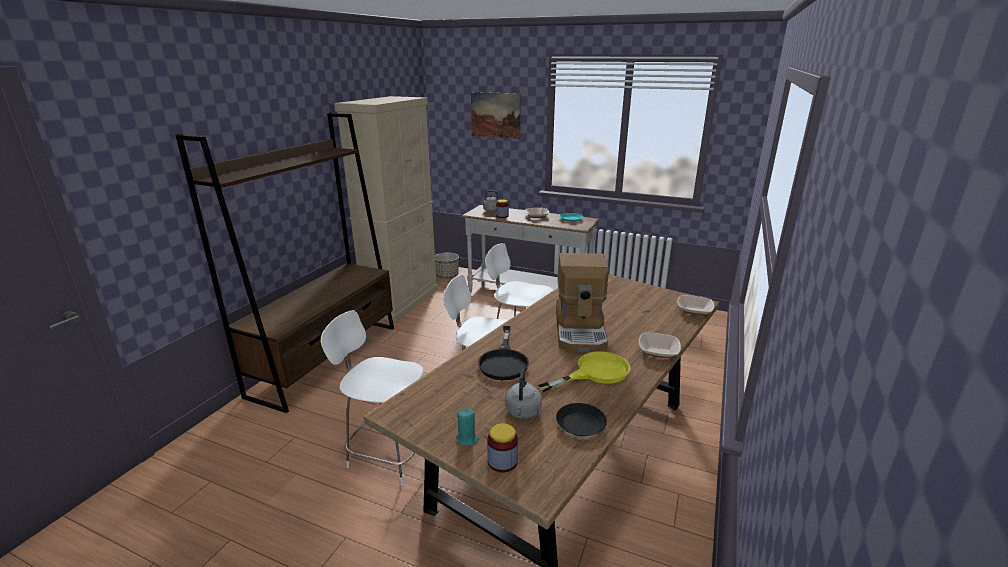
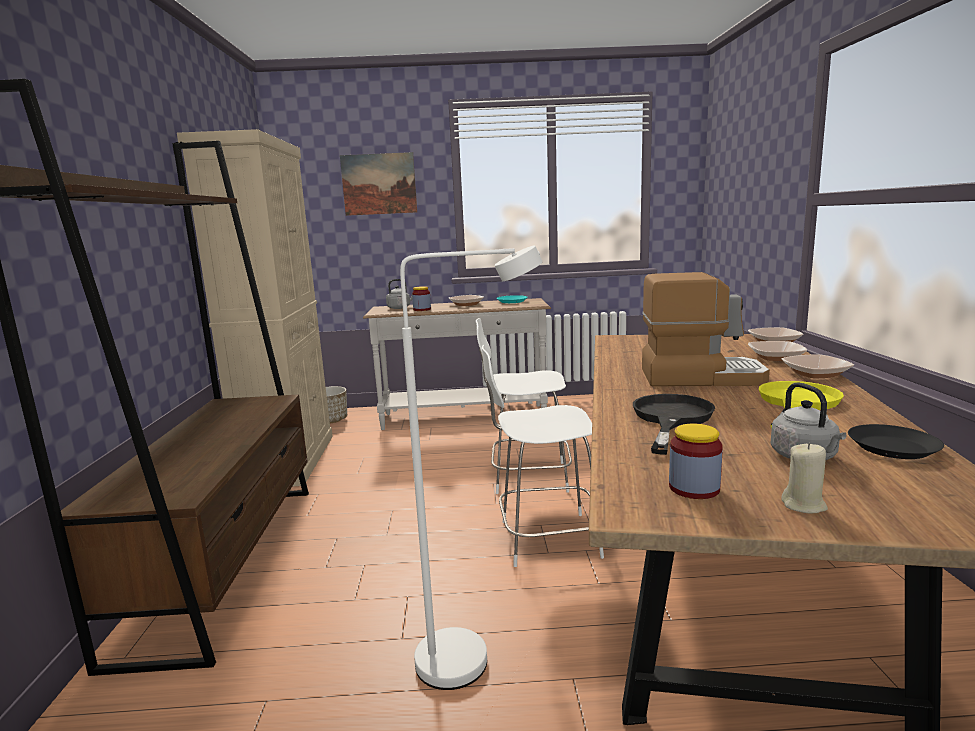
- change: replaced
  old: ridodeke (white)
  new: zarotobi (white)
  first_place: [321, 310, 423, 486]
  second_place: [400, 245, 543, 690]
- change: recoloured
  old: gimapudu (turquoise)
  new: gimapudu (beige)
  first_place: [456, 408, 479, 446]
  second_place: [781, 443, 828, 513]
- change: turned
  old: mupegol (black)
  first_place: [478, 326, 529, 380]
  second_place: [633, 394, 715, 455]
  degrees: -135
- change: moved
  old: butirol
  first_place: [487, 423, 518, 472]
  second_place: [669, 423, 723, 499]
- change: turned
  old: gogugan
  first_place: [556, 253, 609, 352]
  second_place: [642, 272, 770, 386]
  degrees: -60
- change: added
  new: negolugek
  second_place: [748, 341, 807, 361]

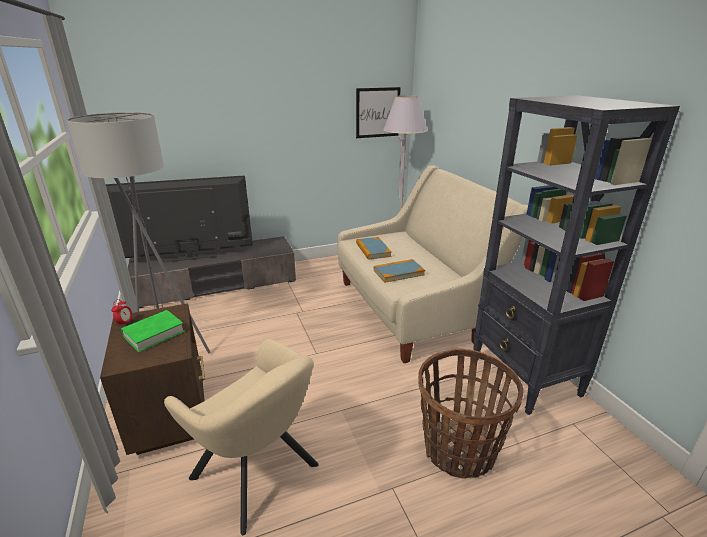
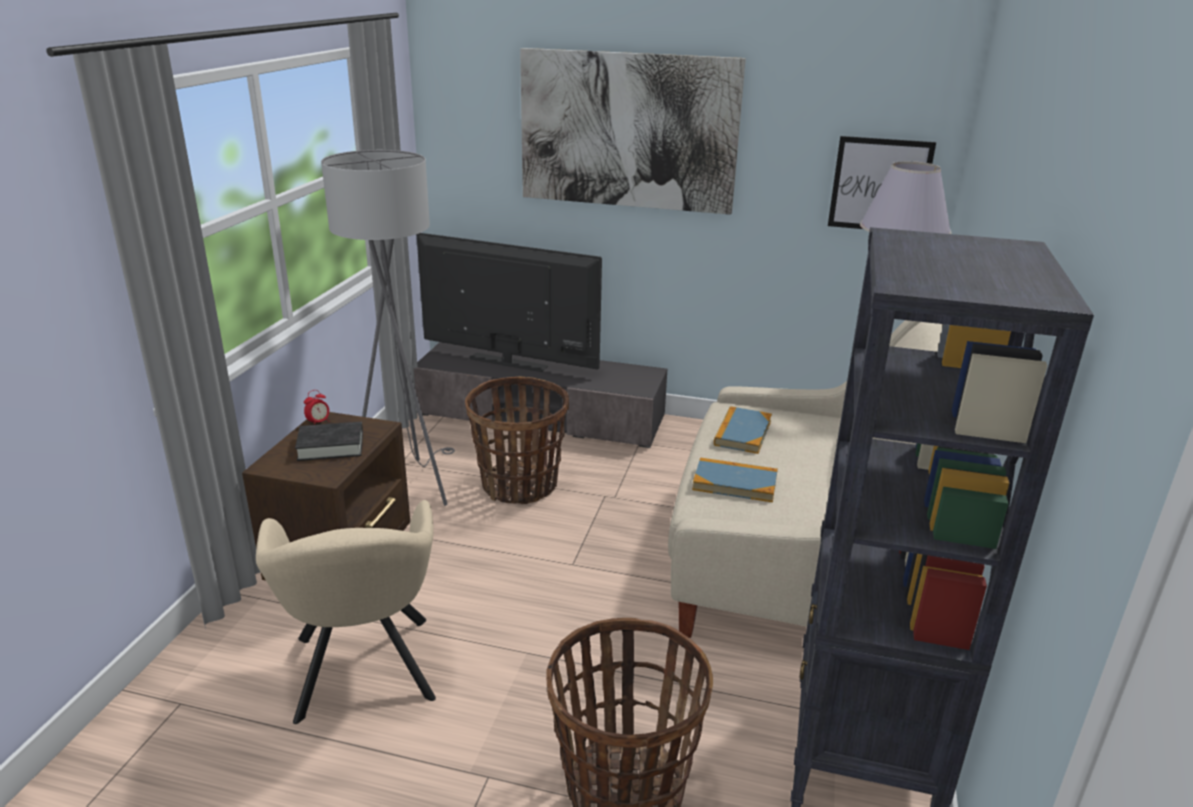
- change: recoloured
  old: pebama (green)
  new: pebama (black)
  first_place: [121, 310, 185, 352]
  second_place: [295, 422, 363, 461]
- change: added
  new: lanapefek
  second_place: [465, 376, 569, 504]
- change: added
  new: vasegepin
  second_place: [520, 48, 746, 215]

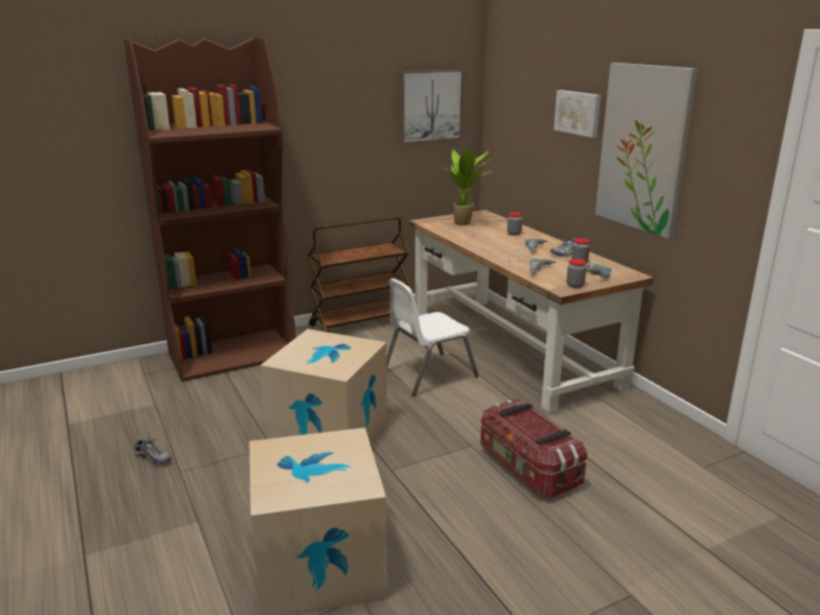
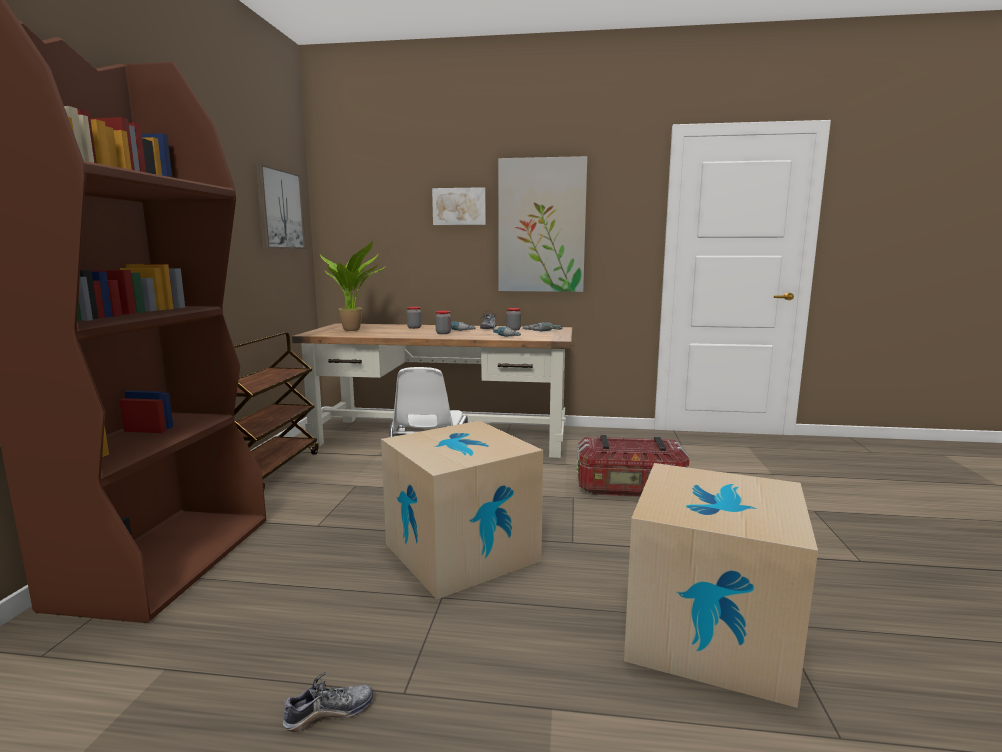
- change: moved
  old: butirol
  first_place: [567, 259, 586, 288]
  second_place: [435, 311, 451, 334]

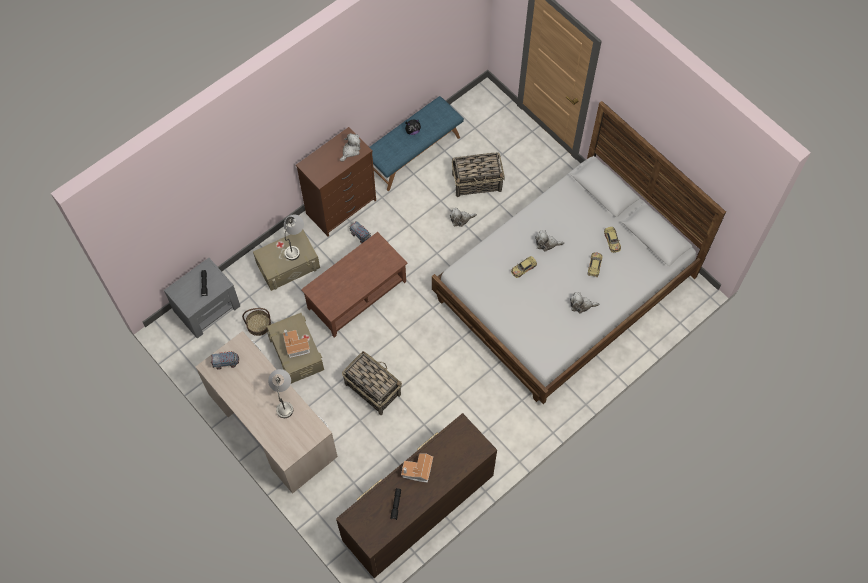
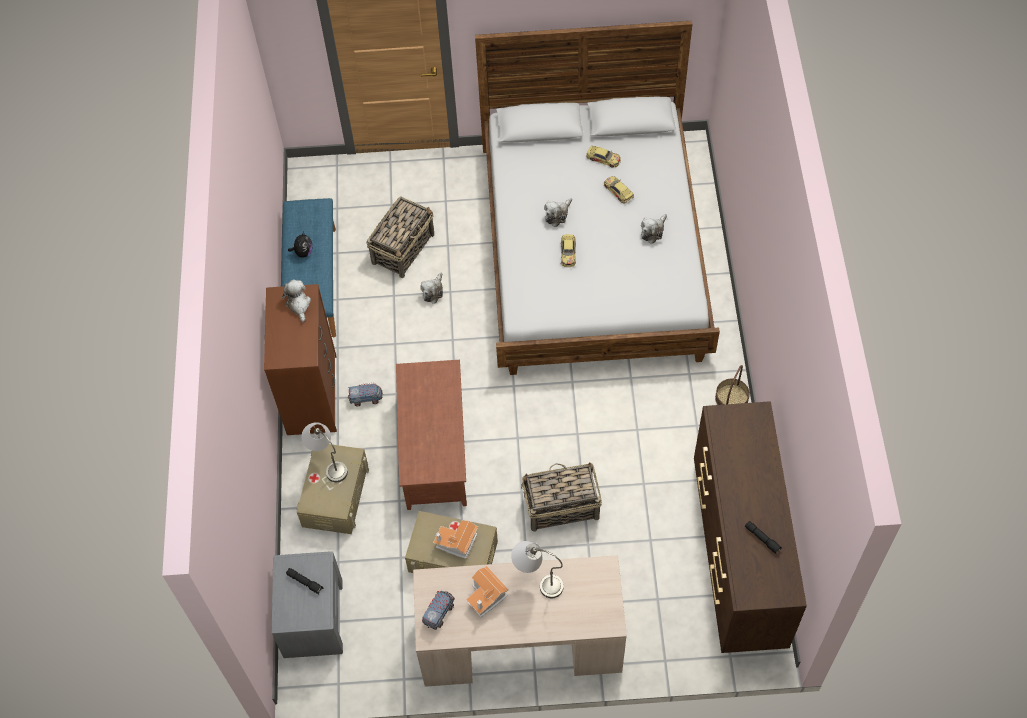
- change: moved
  old: lanapefek
  first_place: [242, 308, 271, 336]
  second_place: [715, 365, 750, 405]
- change: moved
  old: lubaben
  first_place: [401, 453, 433, 483]
  second_place: [466, 566, 509, 618]

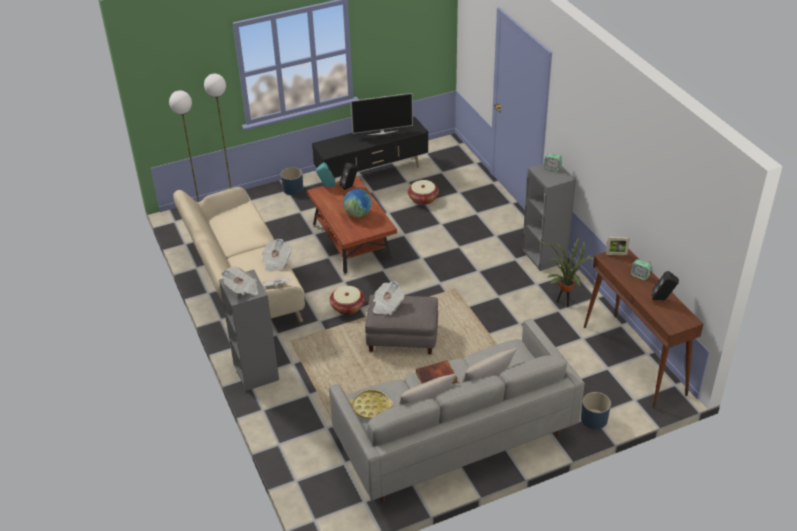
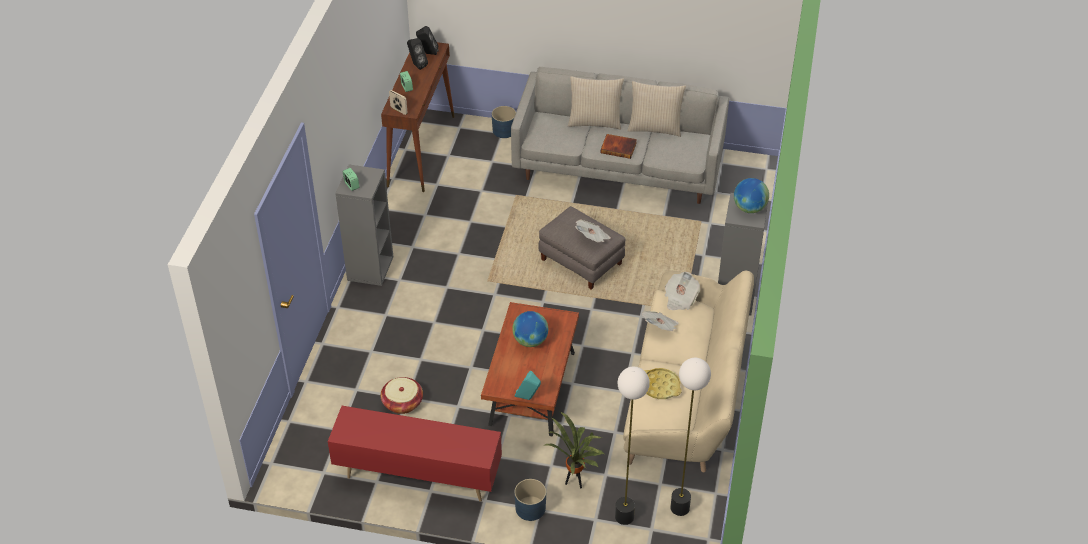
- change: replaced
  old: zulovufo
  new: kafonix
  first_place: [221, 267, 258, 295]
  second_place: [734, 178, 769, 213]
- change: recoloured
  old: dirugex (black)
  new: dirugex (red)
  first_place: [312, 117, 428, 178]
  second_place: [328, 406, 502, 502]
- change: removed
  old: lanapefek
  first_place: [330, 286, 365, 315]
- change: moved
  old: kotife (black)
  first_place: [340, 163, 358, 190]
  second_place: [416, 26, 439, 55]
- change: moved
  old: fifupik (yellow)
  first_place: [349, 390, 393, 419]
  second_place: [644, 368, 682, 399]
- change: removed
  old: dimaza
  first_place: [351, 93, 413, 135]
- change: moved
  old: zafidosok
  first_place: [538, 236, 594, 307]
  second_place: [543, 411, 604, 488]

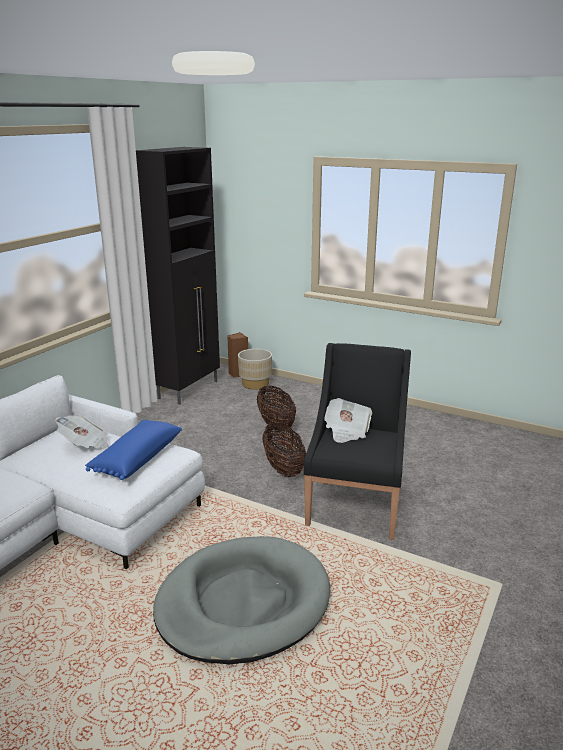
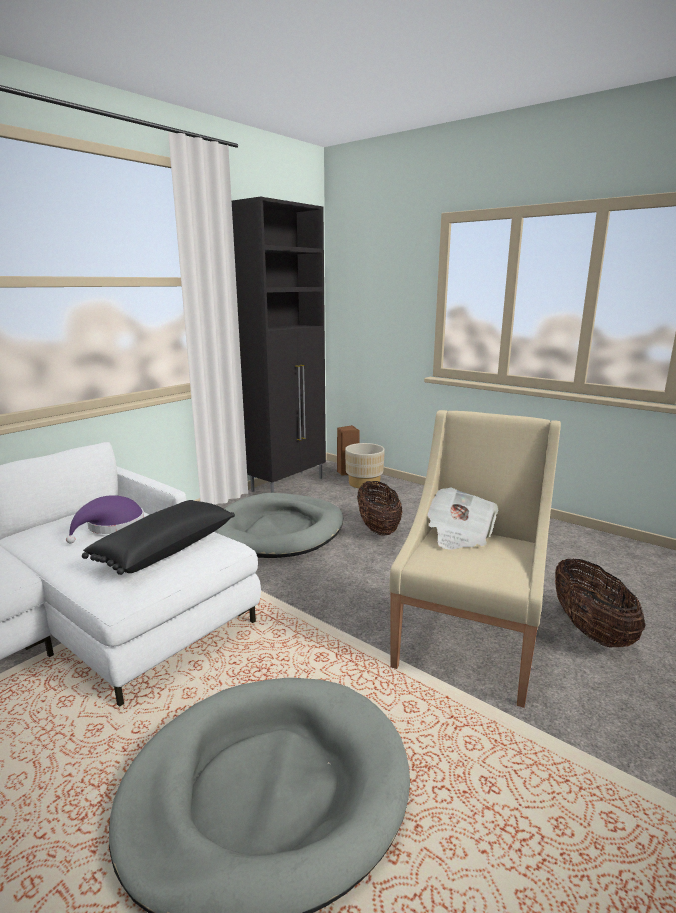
- change: replaced
  old: zulovufo
  new: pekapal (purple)
  first_place: [55, 415, 109, 450]
  second_place: [66, 495, 144, 543]
- change: recoloured
  old: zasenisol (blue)
  new: zasenisol (black)
  first_place: [85, 420, 182, 480]
  second_place: [82, 500, 235, 575]
- change: moved
  old: lanapefek
  first_place: [262, 423, 306, 477]
  second_place: [555, 558, 645, 647]
- change: recoloured
  old: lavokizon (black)
  new: lavokizon (beige)
  first_place: [304, 343, 411, 540]
  second_place: [390, 410, 561, 708]
- change: added
  new: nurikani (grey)
  second_place: [214, 493, 343, 558]

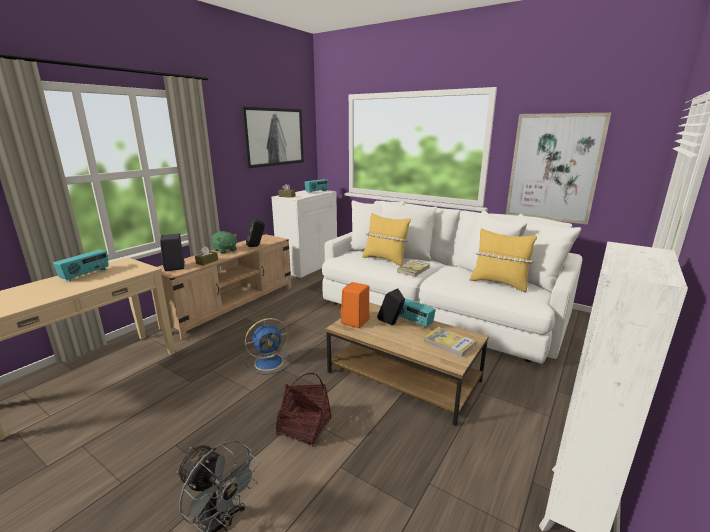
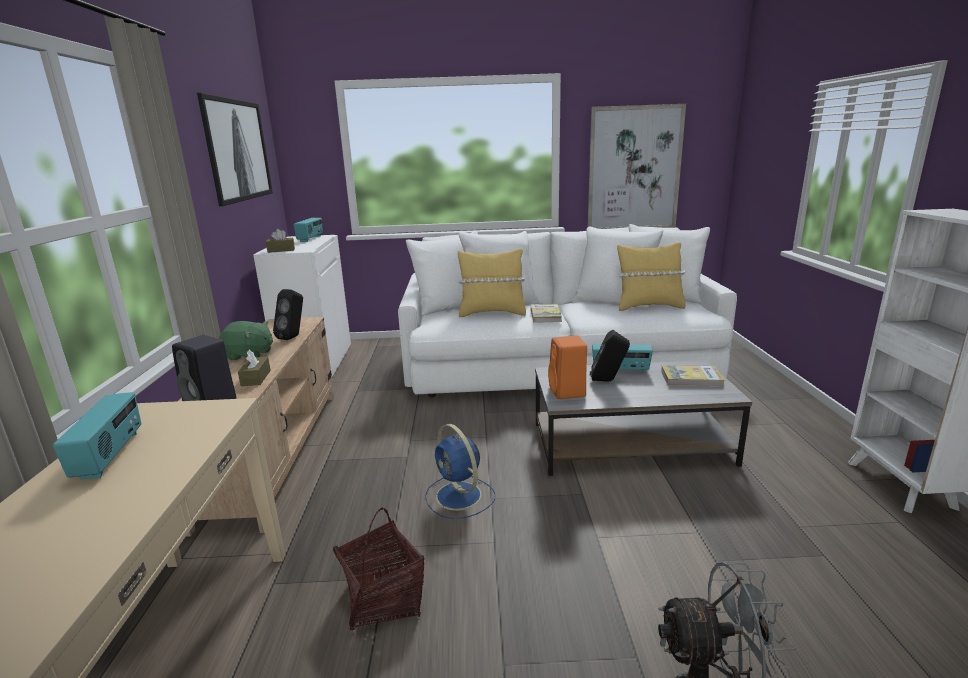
- change: turned
  old: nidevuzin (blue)
  first_place: [245, 318, 291, 375]
  second_place: [425, 424, 496, 519]
  degrees: 120
- change: moved
  old: lanapefek
  first_place: [276, 373, 331, 447]
  second_place: [333, 507, 425, 631]
- change: recoloured
  old: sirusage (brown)
  new: sirusage (grey)
  first_place: [326, 303, 489, 426]
  second_place: [535, 360, 752, 476]

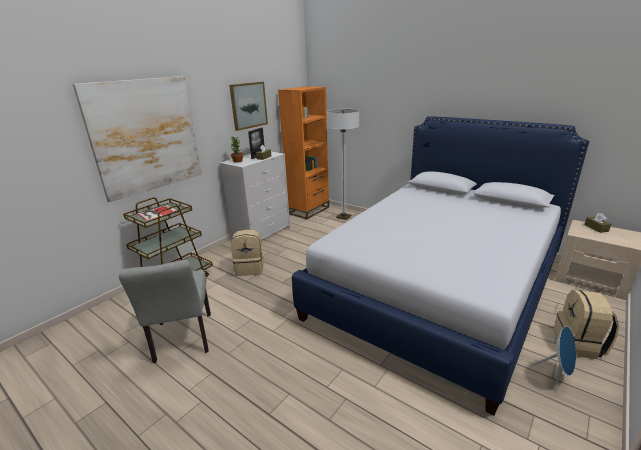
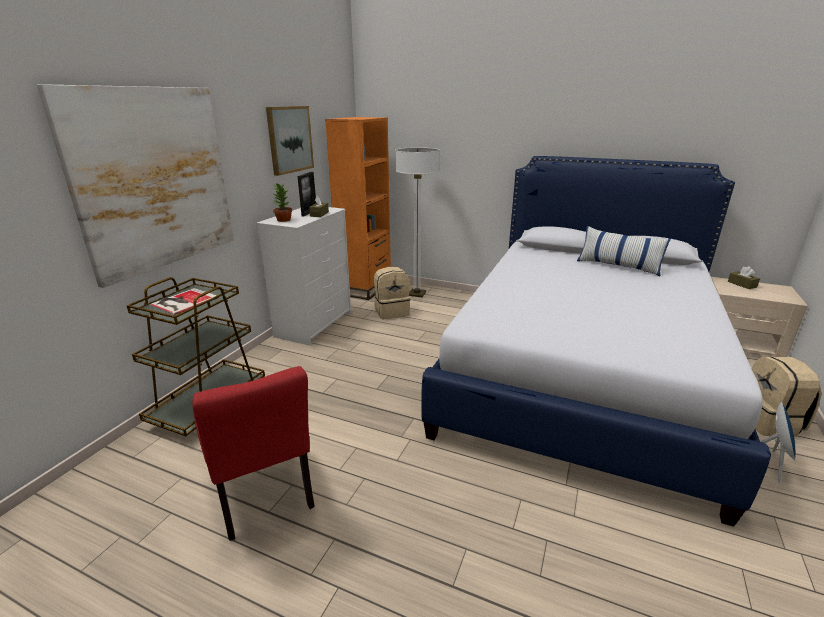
- change: recoloured
  old: ridodeke (grey)
  new: ridodeke (red)
  first_place: [119, 260, 211, 363]
  second_place: [192, 366, 315, 541]
- change: moved
  old: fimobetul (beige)
  first_place: [231, 229, 264, 276]
  second_place: [374, 267, 410, 319]
- change: added
  new: zasenisol
  second_place: [577, 226, 671, 276]

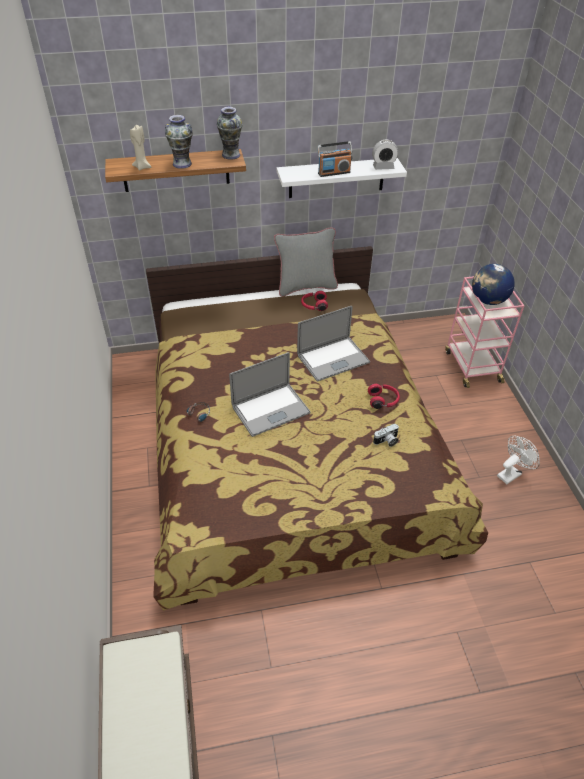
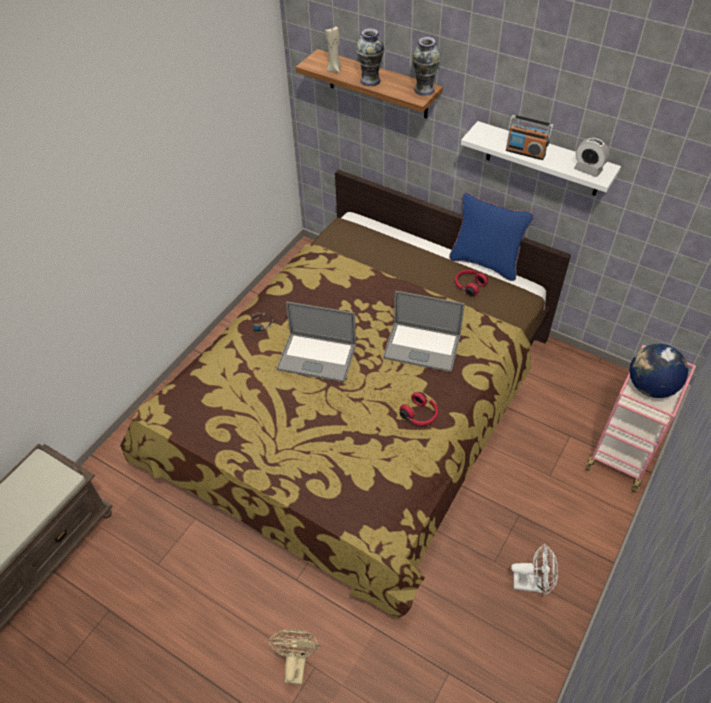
- change: recoloured
  old: zasenisol (grey)
  new: zasenisol (blue)
  first_place: [274, 227, 338, 297]
  second_place: [449, 192, 534, 281]
- change: removed
  old: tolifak
  first_place: [373, 424, 399, 447]
- change: added
  new: nidevuzin (beige)
  second_place: [268, 629, 321, 685]

